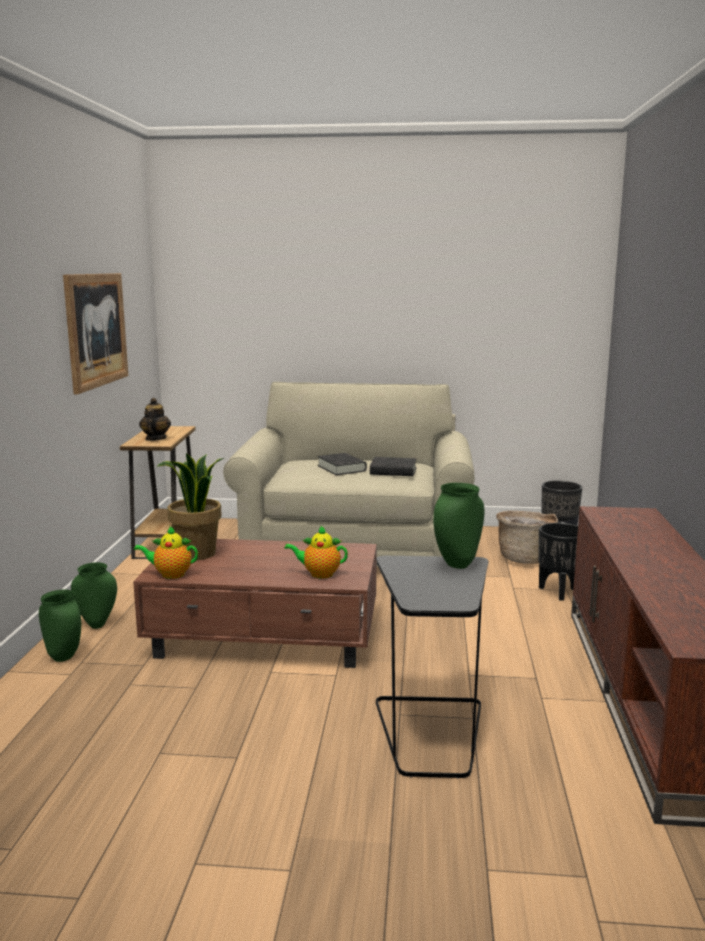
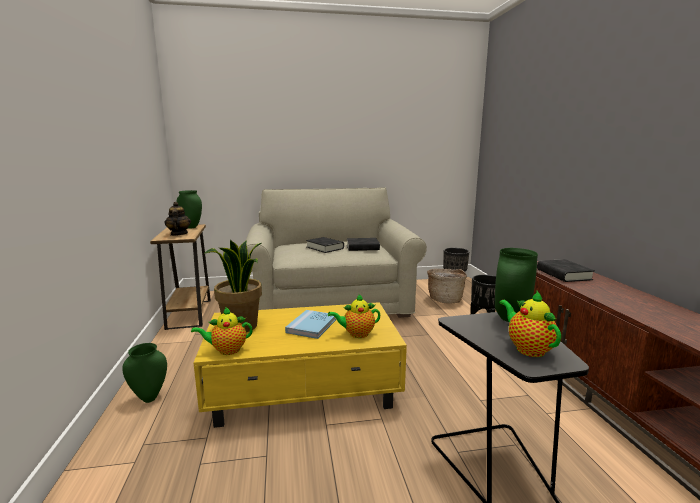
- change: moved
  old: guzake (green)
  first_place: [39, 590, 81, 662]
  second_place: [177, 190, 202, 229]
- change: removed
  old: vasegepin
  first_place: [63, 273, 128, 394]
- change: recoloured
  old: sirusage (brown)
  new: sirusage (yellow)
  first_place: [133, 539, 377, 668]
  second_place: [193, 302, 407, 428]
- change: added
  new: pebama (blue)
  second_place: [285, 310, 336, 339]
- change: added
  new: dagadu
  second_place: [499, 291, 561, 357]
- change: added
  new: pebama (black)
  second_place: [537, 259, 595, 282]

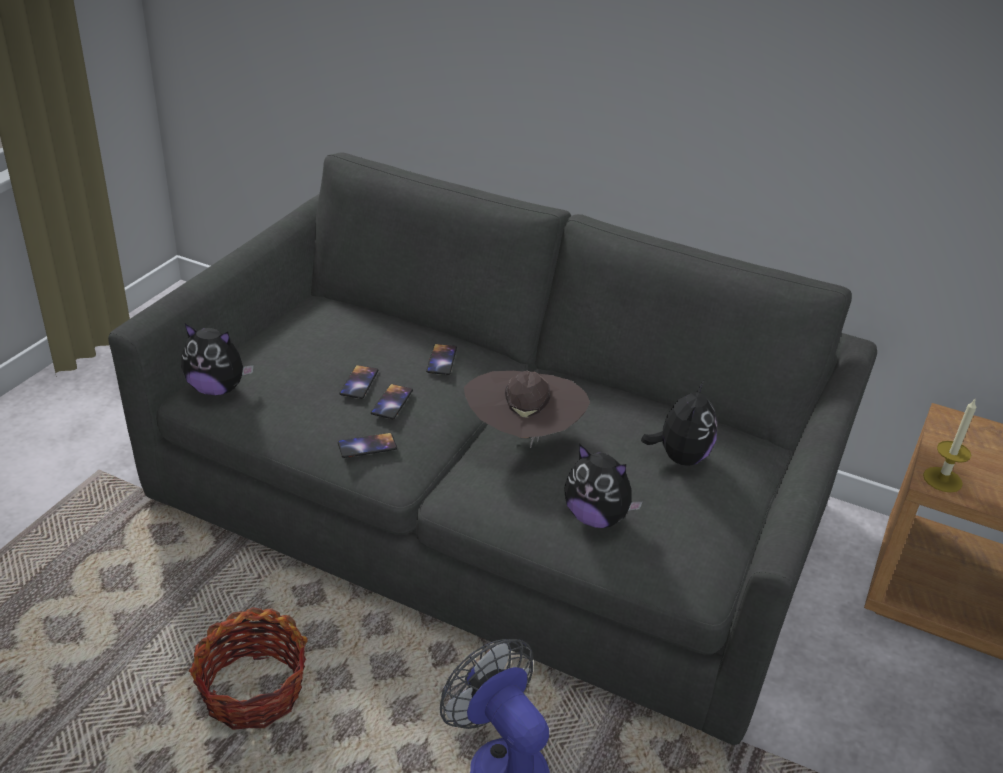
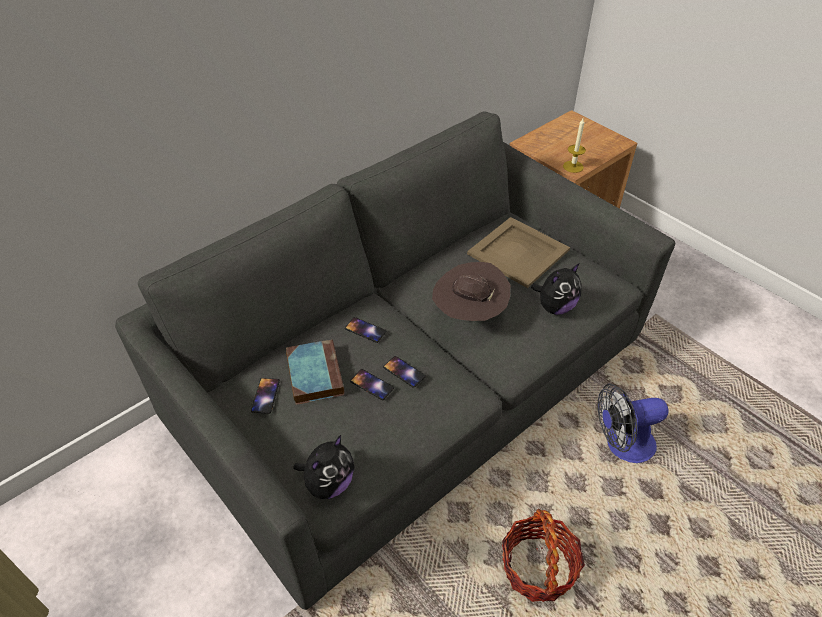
- change: moved
  old: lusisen
  first_place: [338, 433, 397, 458]
  second_place: [251, 378, 280, 414]
- change: replaced
  old: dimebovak
  new: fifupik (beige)
  first_place: [641, 381, 717, 466]
  second_place: [467, 217, 570, 288]
- change: added
  new: pebama
  second_place: [286, 339, 344, 405]

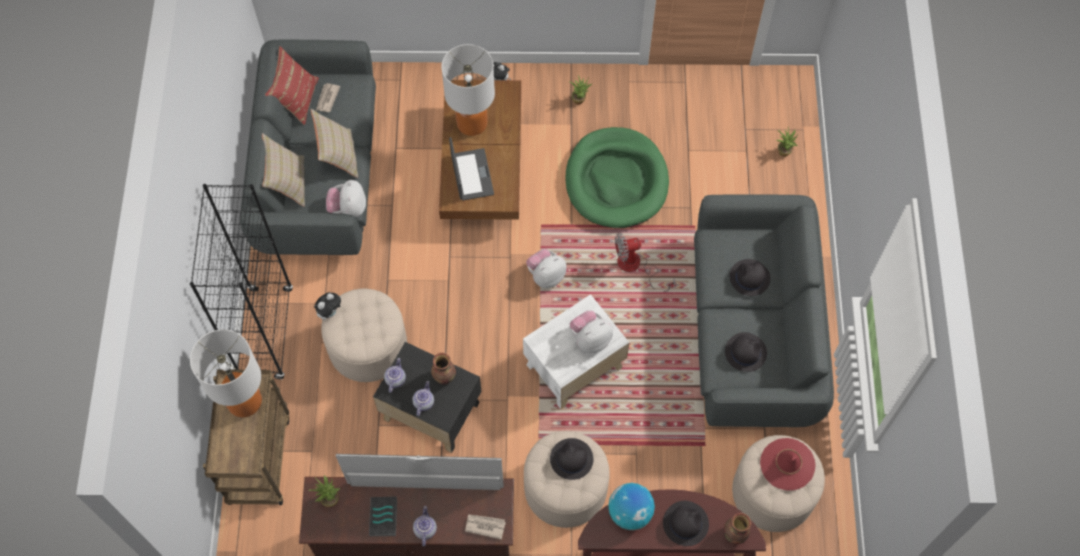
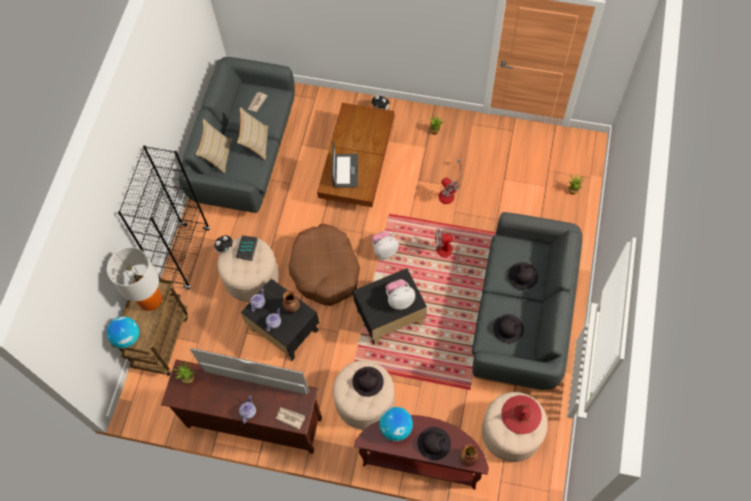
- change: removed
  old: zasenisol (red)
  first_place: [265, 46, 319, 125]
- change: removed
  old: dimebovak
  first_place: [326, 180, 366, 217]
- change: moved
  old: pebama
  first_place: [369, 496, 397, 536]
  second_place: [236, 235, 258, 261]
- change: removed
  old: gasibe
  first_place: [441, 44, 495, 136]
- change: recoloured
  old: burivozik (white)
  new: burivozik (black)
  first_place: [523, 294, 629, 409]
  second_place: [353, 268, 427, 345]
- change: replaced
  old: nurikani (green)
  new: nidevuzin
  first_place: [566, 127, 669, 228]
  second_place: [438, 158, 462, 204]
- change: added
  new: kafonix
  second_place: [107, 316, 140, 348]
- change: added
  new: nurikani (brown)
  second_place: [289, 223, 360, 306]

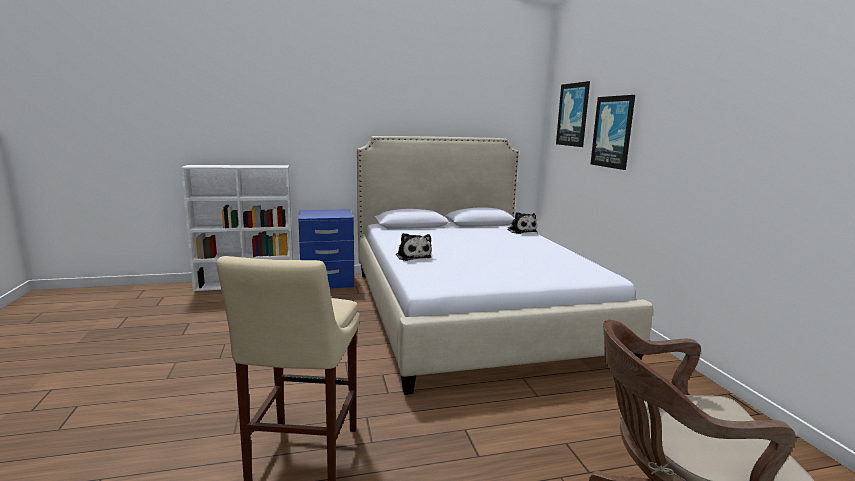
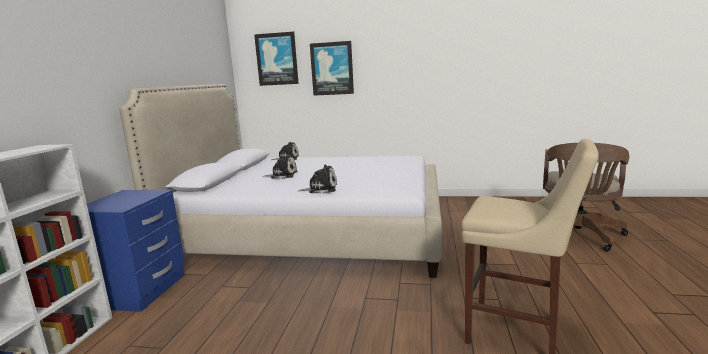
- change: added
  new: dimebovak
  second_place: [263, 155, 298, 179]

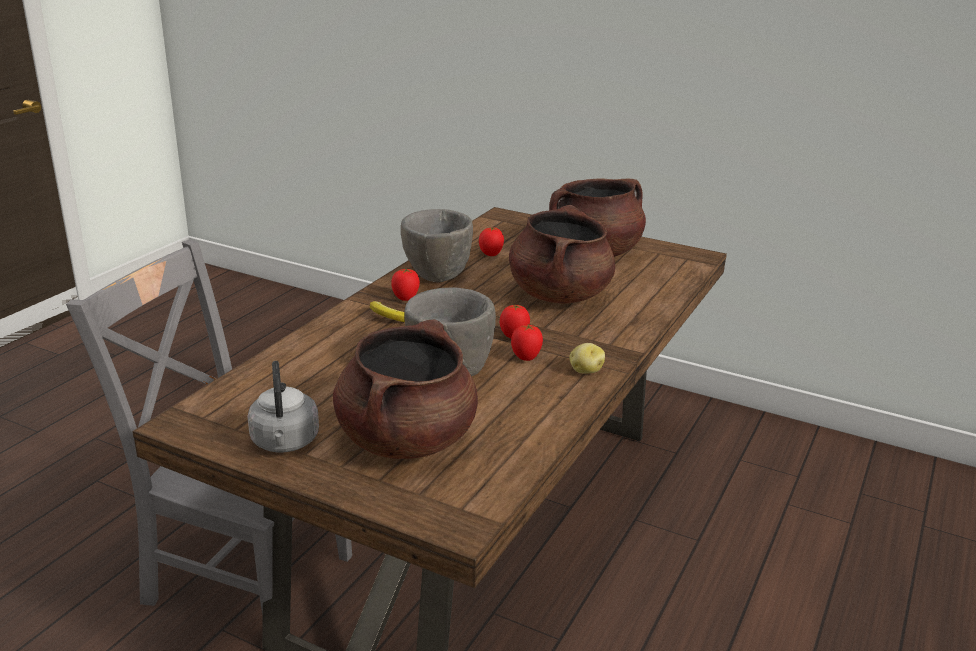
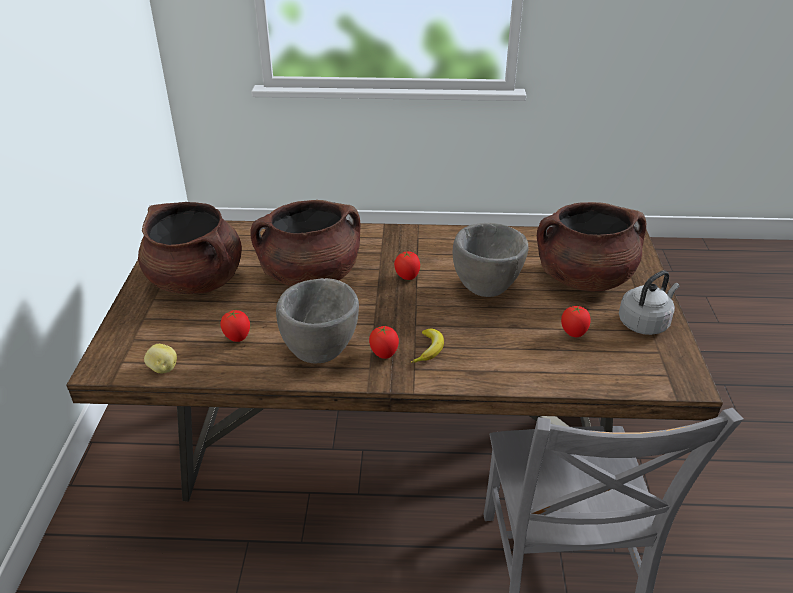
- change: moved
  old: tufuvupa
  first_place: [511, 325, 543, 361]
  second_place: [561, 305, 591, 337]
- change: moved
  old: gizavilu
  first_place: [569, 343, 605, 373]
  second_place: [144, 344, 177, 373]

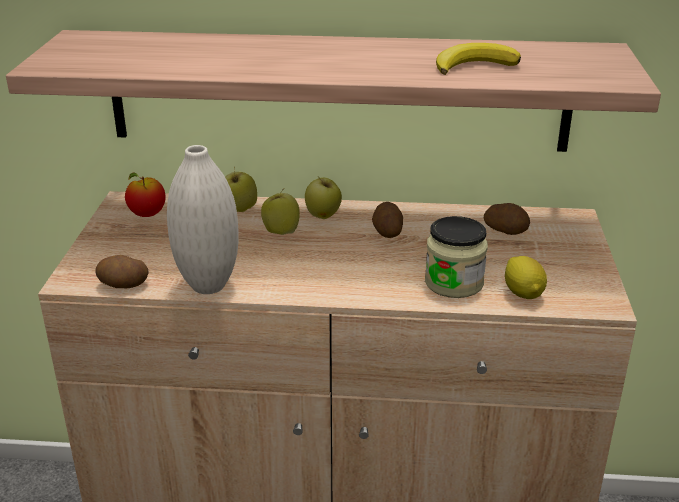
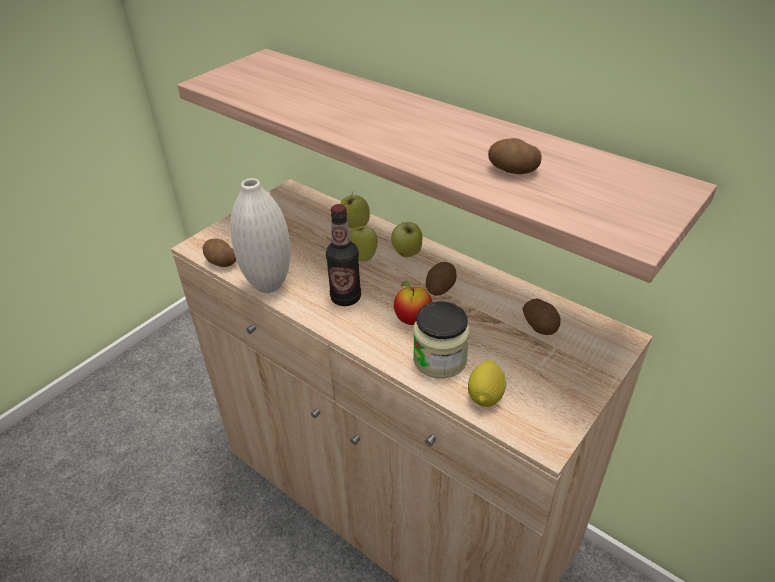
- change: moved
  old: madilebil
  first_place: [125, 173, 166, 217]
  second_place: [394, 281, 432, 325]
- change: replaced
  old: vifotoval
  new: gizavilu
  first_place: [436, 43, 521, 75]
  second_place: [488, 138, 542, 174]
- change: added
  new: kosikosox
  second_place: [326, 204, 361, 306]

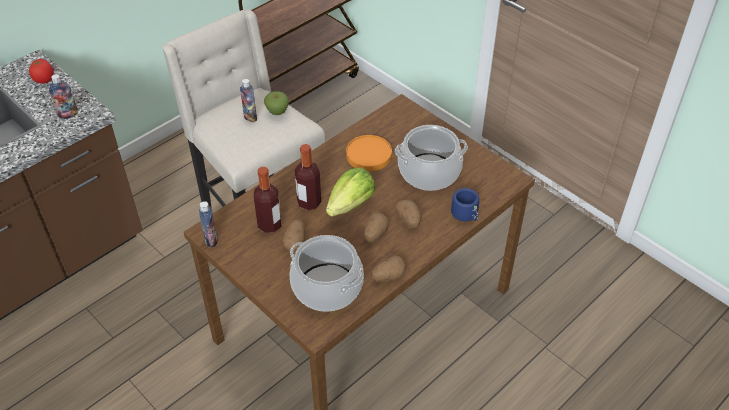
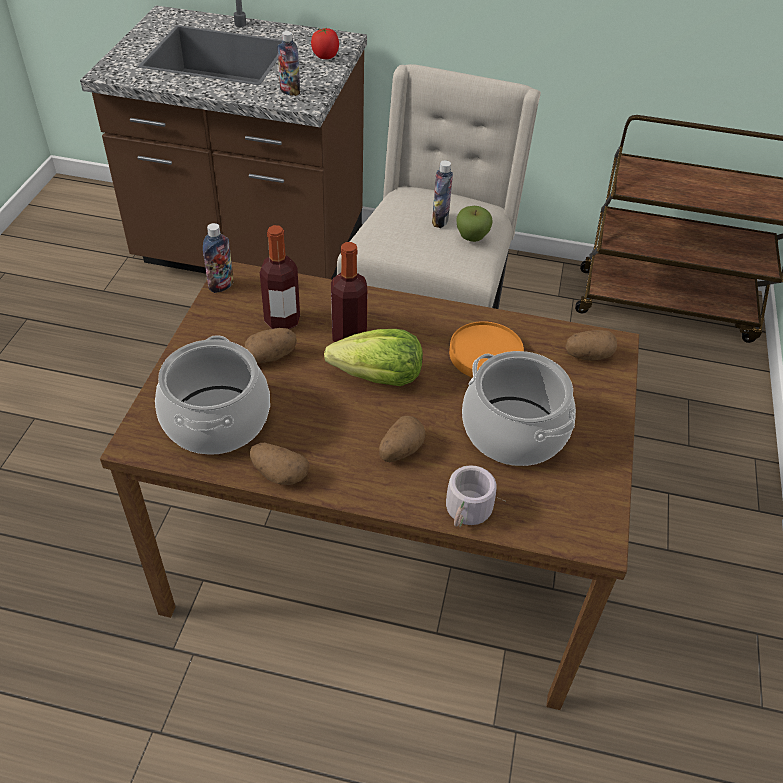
- change: moved
  old: gizavilu
  first_place: [364, 212, 389, 242]
  second_place: [565, 330, 617, 361]
- change: recoloured
  old: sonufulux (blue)
  new: sonufulux (grey)
  first_place: [451, 188, 479, 221]
  second_place: [446, 465, 500, 527]

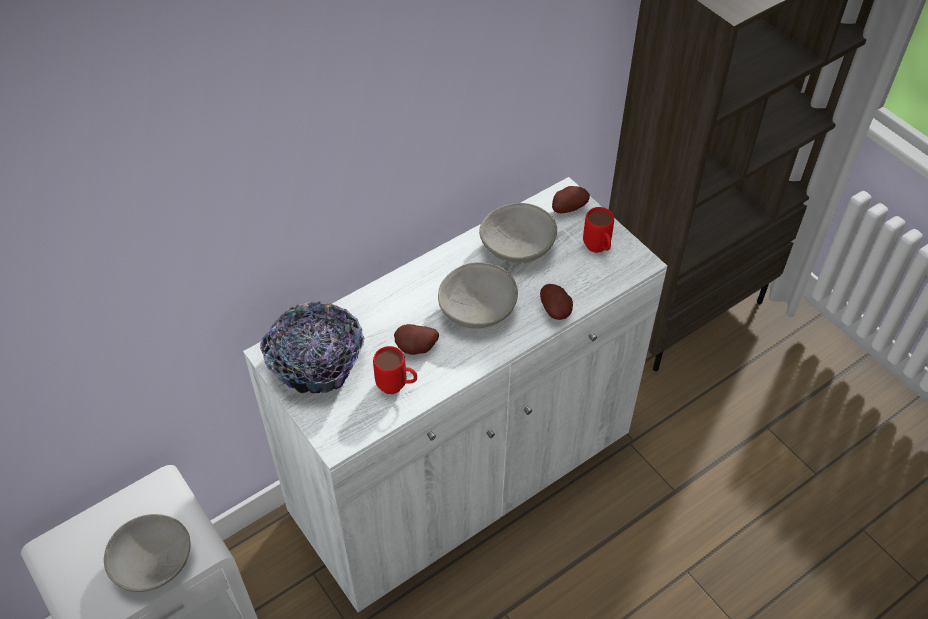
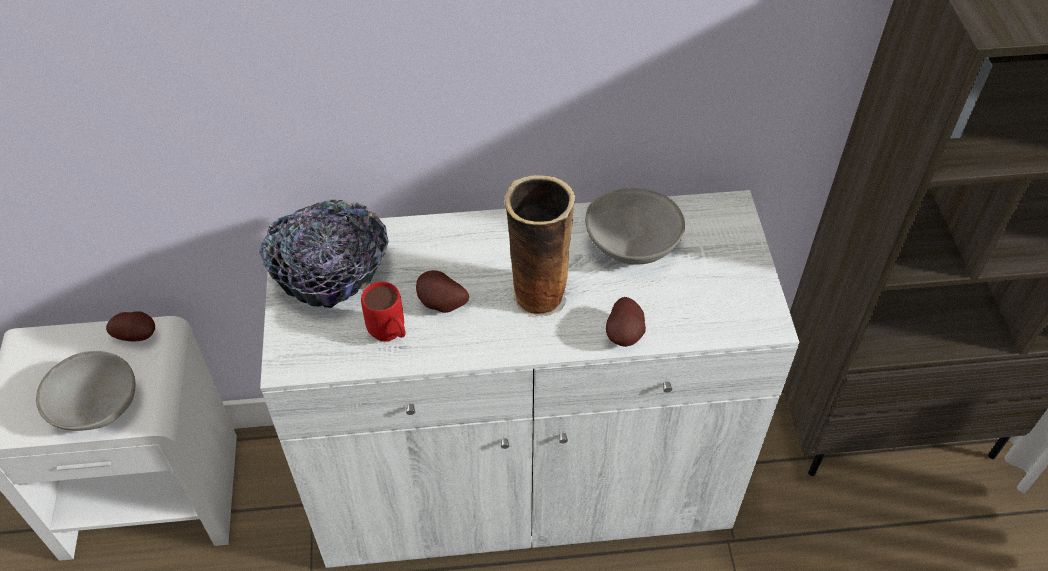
- change: replaced
  old: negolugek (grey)
  new: guzake
  first_place: [438, 262, 518, 328]
  second_place: [504, 175, 575, 316]
- change: moved
  old: gizavilu
  first_place: [552, 186, 590, 213]
  second_place: [106, 311, 155, 342]
- change: removed
  old: sonufulux (red)
  first_place: [583, 207, 614, 253]

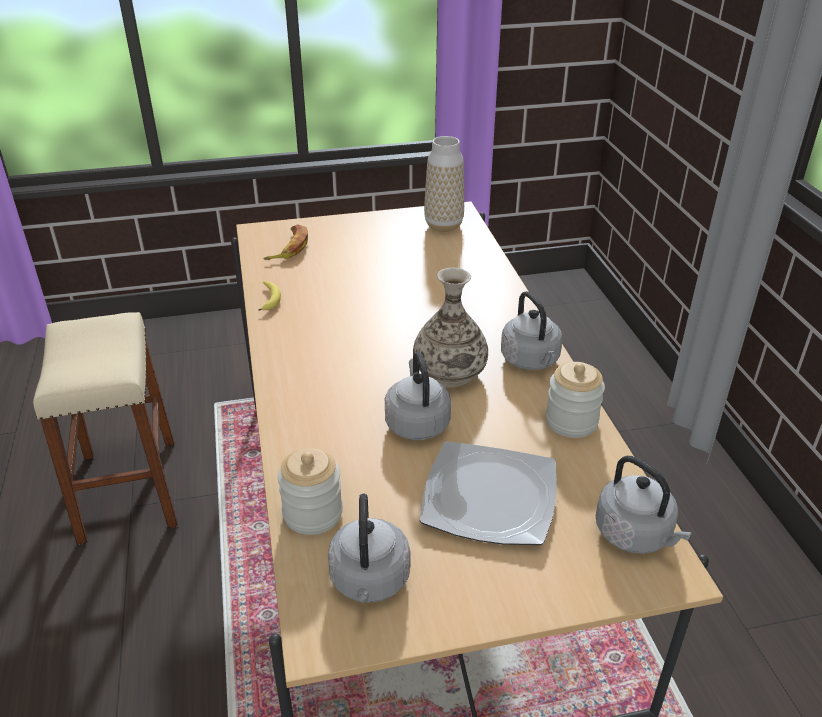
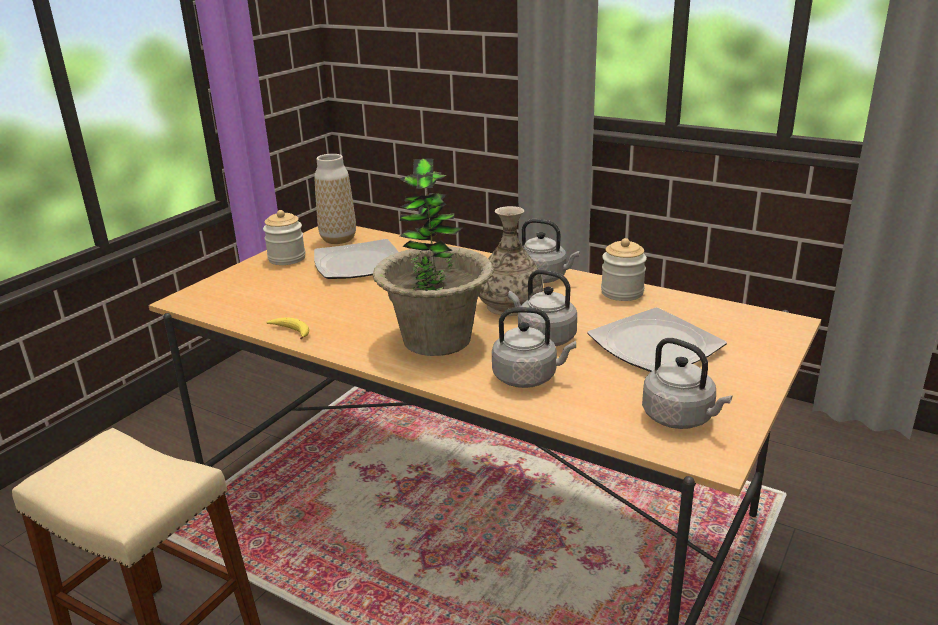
- change: removed
  old: vifotoval
  first_place: [263, 224, 308, 260]
- change: moved
  old: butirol
  first_place: [278, 448, 343, 535]
  second_place: [263, 210, 306, 265]
- change: moved
  old: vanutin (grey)
  first_place: [596, 456, 691, 554]
  second_place: [492, 307, 576, 388]
- change: added
  new: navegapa
  second_place: [314, 239, 398, 279]
- change: added
  new: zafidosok
  second_place: [373, 159, 494, 356]

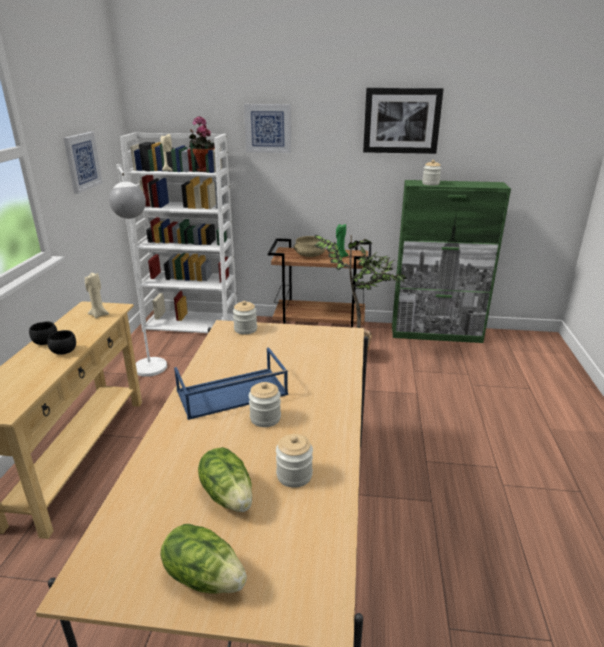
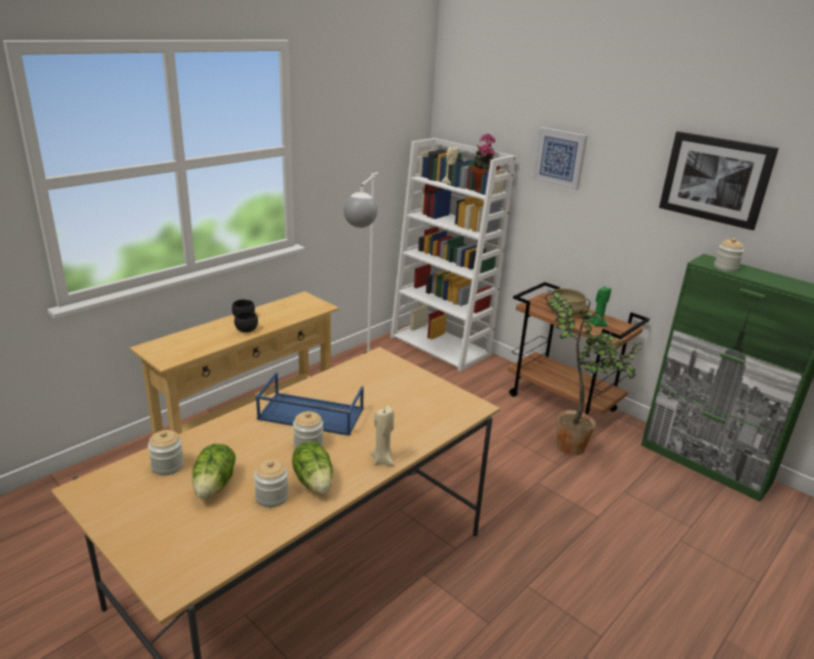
- change: removed
  old: vasegepin
  first_place: [63, 132, 103, 194]
- change: moved
  old: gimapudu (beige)
  first_place: [85, 272, 109, 318]
  second_place: [370, 406, 394, 466]
- change: moved
  old: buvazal
  first_place: [160, 524, 247, 594]
  second_place: [292, 441, 333, 494]
- change: moved
  old: butirol
  first_place: [233, 300, 257, 334]
  second_place: [148, 430, 184, 476]

